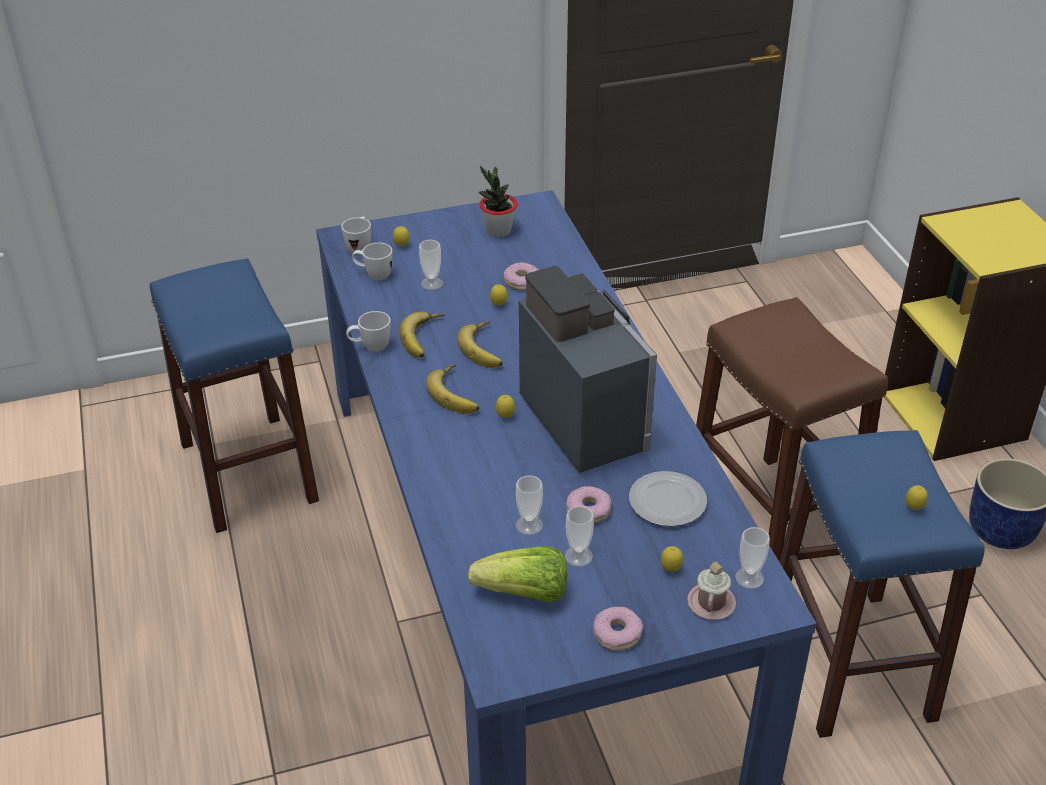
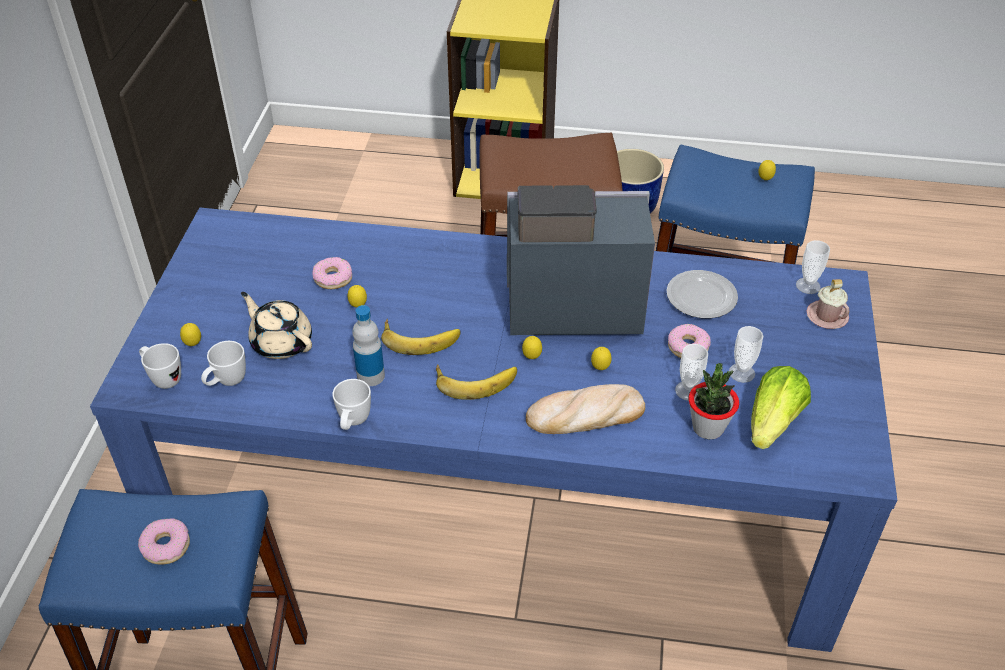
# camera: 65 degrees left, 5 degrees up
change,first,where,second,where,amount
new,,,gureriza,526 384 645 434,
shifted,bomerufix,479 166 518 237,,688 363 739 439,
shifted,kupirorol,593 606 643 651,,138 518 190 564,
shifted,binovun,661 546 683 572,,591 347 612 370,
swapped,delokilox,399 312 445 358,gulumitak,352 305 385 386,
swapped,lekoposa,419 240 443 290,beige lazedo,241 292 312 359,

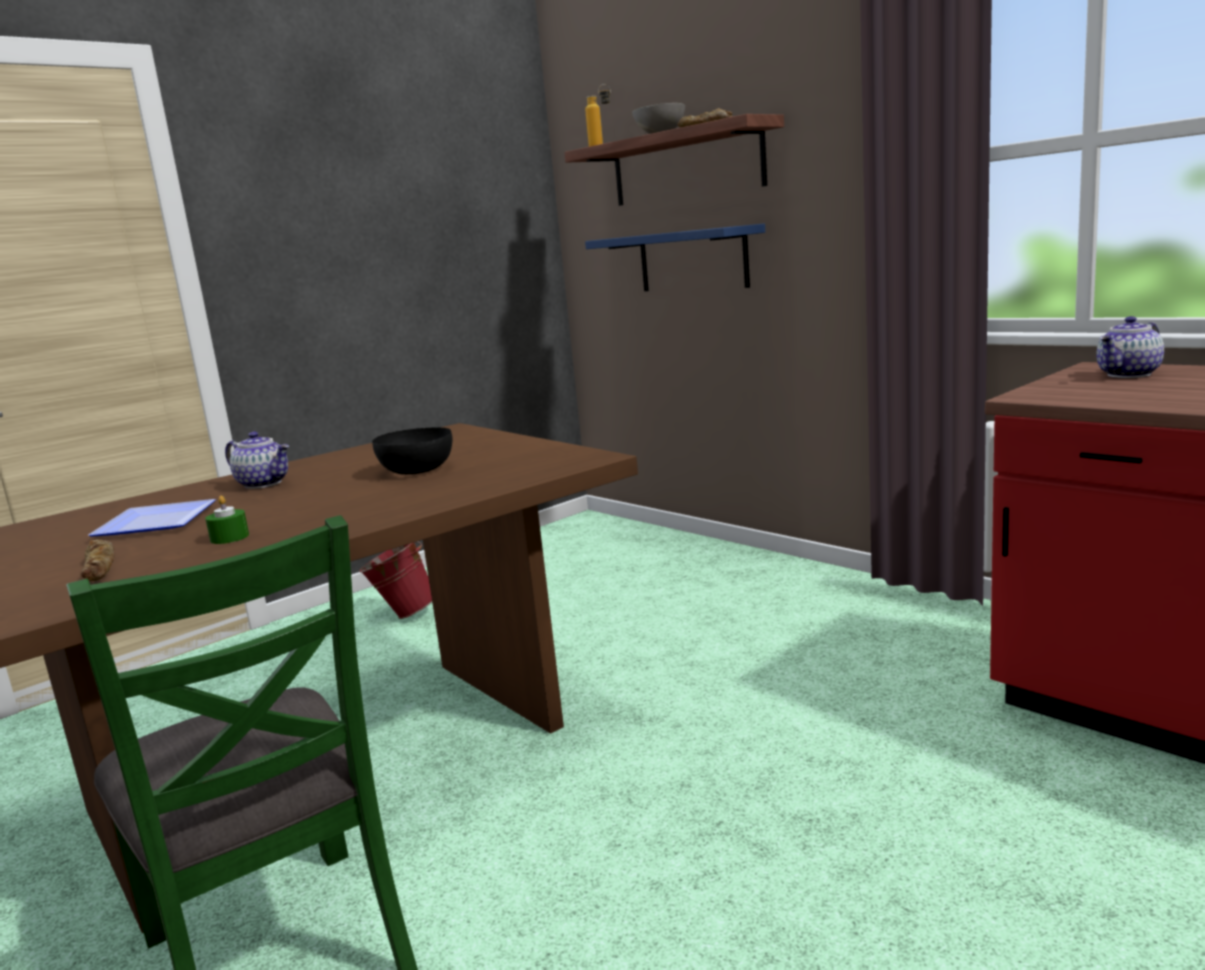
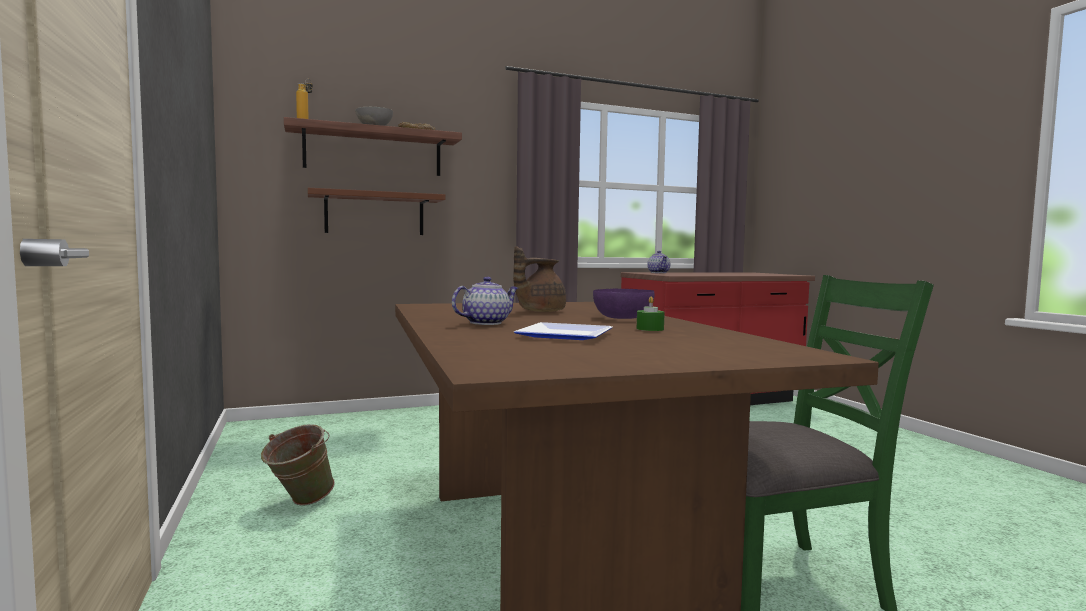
# camera: 70 degrees left, 10 degrees down
change,first,where,second,where,amount
gone,gureriza,81 540 114 581,,,
new,,,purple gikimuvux,593 289 654 319,
swapped,black gikimuvux,372 427 453 475,brown lazedo,513 246 566 312,
repainted,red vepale,359 541 432 619,green vepale,261 424 335 506,
repainted,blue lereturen,585 224 765 291,brown lereturen,308 188 445 235,

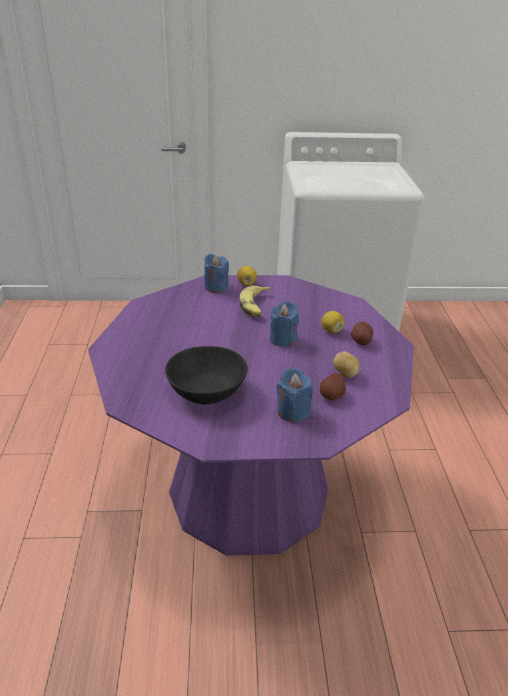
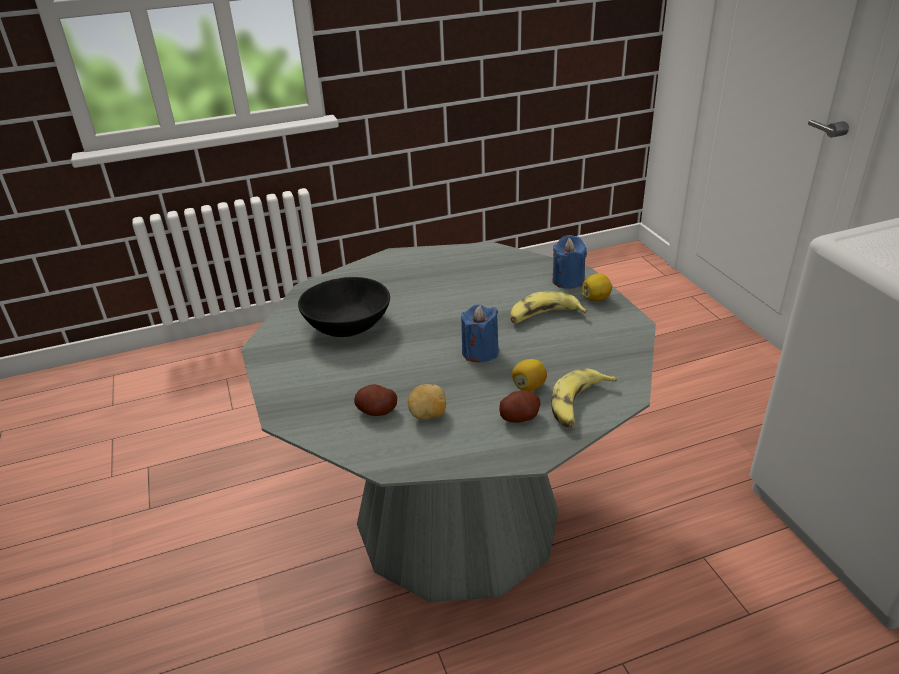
# camera: 75 degrees right, 0 degrees up
change,first,where,second,where,amount
gone,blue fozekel,277 368 313 422,,,
new,,,delokilox,552 368 617 428,
repainted,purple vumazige,88 275 414 556,grey vumazige,241 242 656 602,

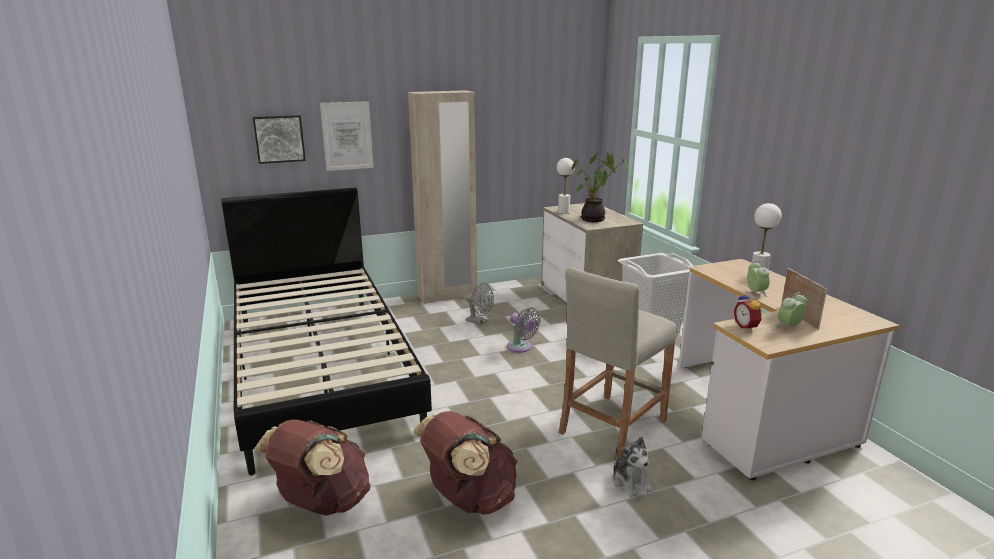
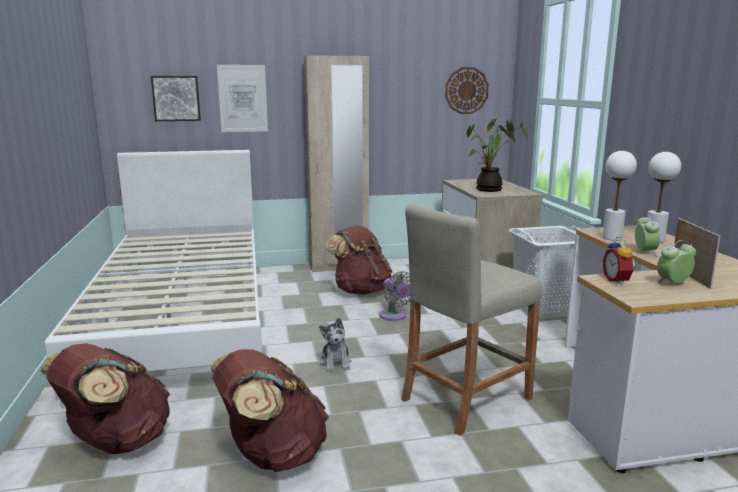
# camera: 10 degrees right, 5 degrees down
change,first,where,second,where,amount
new,,,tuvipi,445 67 489 114,
shifted,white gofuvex,557 158 575 214,,603 151 637 241,
shifted,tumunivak,612 437 653 497,,319 318 352 372,
swapped,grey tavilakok,464 283 494 325,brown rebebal,326 226 392 295,
repainted,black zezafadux,221 187 432 475,white zezafadux,45 150 262 409,

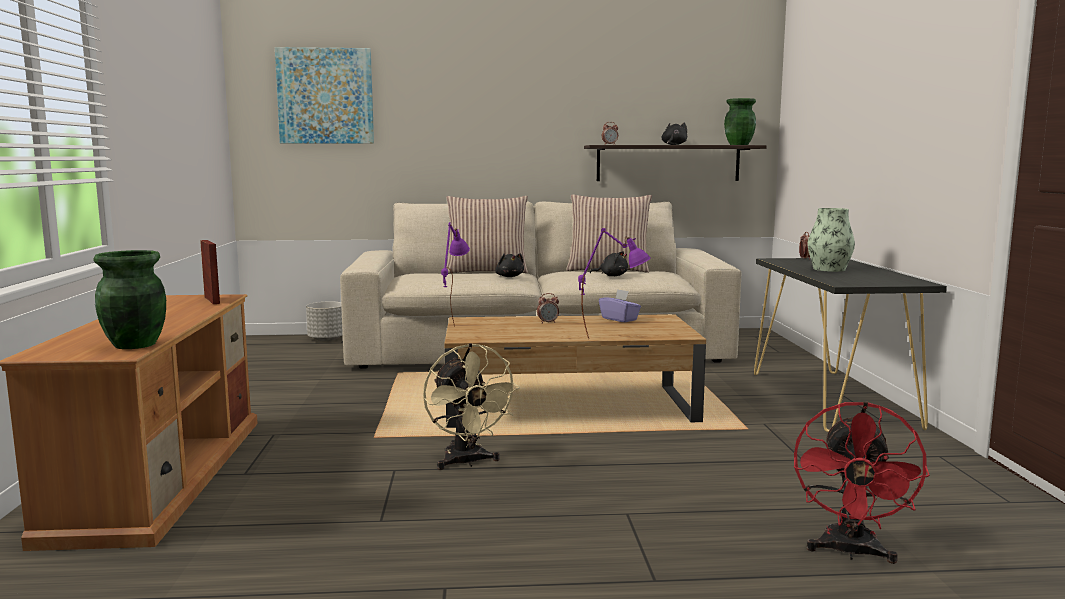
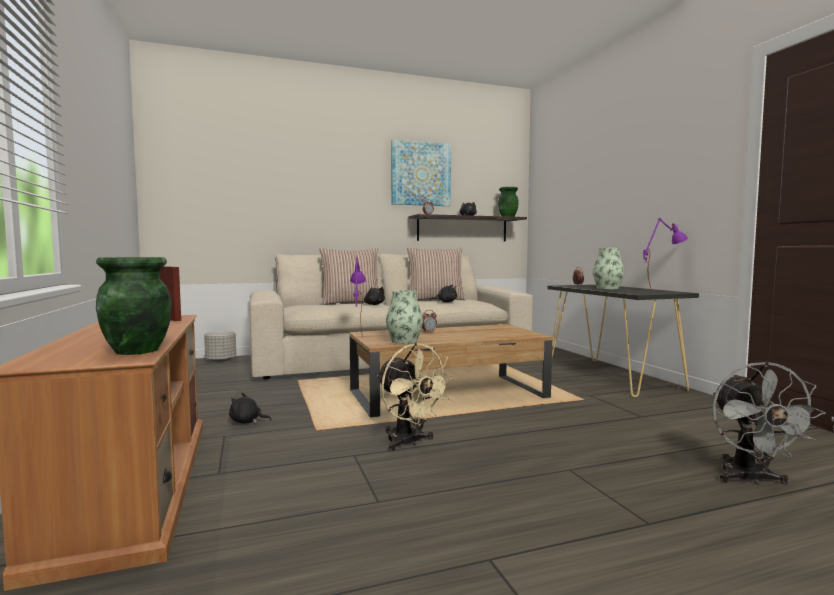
# camera: 15 degrees left, 5 degrees down
change,first,where,second,where,amount
gone,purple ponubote,599 289 641 322,,,
new,,,black tumunivak,229 392 272 424,
new,,,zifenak,386 290 423 344,
shifted,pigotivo,275 47 374 144,,391 139 451 206,
shifted,purple gofuvex,578 228 651 338,,643 218 688 292,
repainted,red tavilakok,794 401 930 564,grey tavilakok,712 361 826 485,

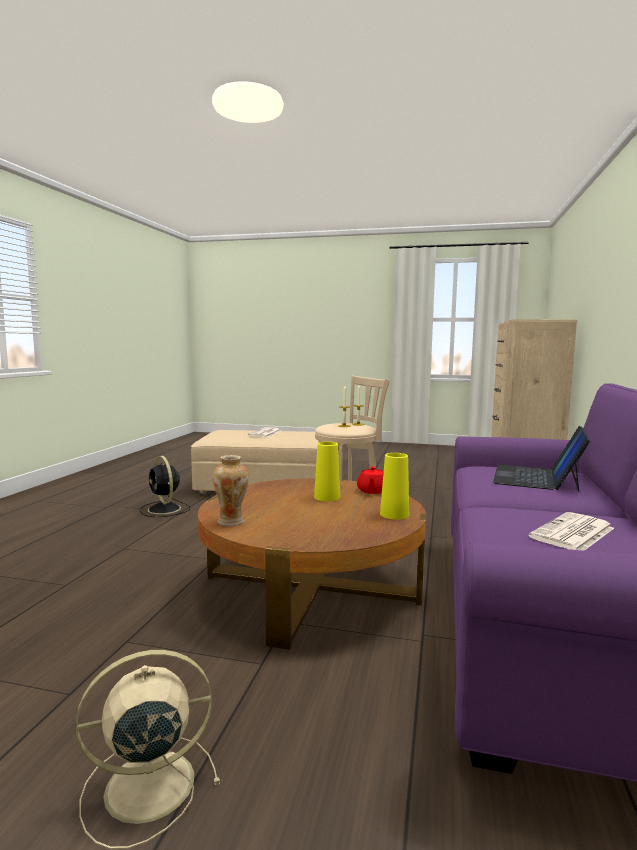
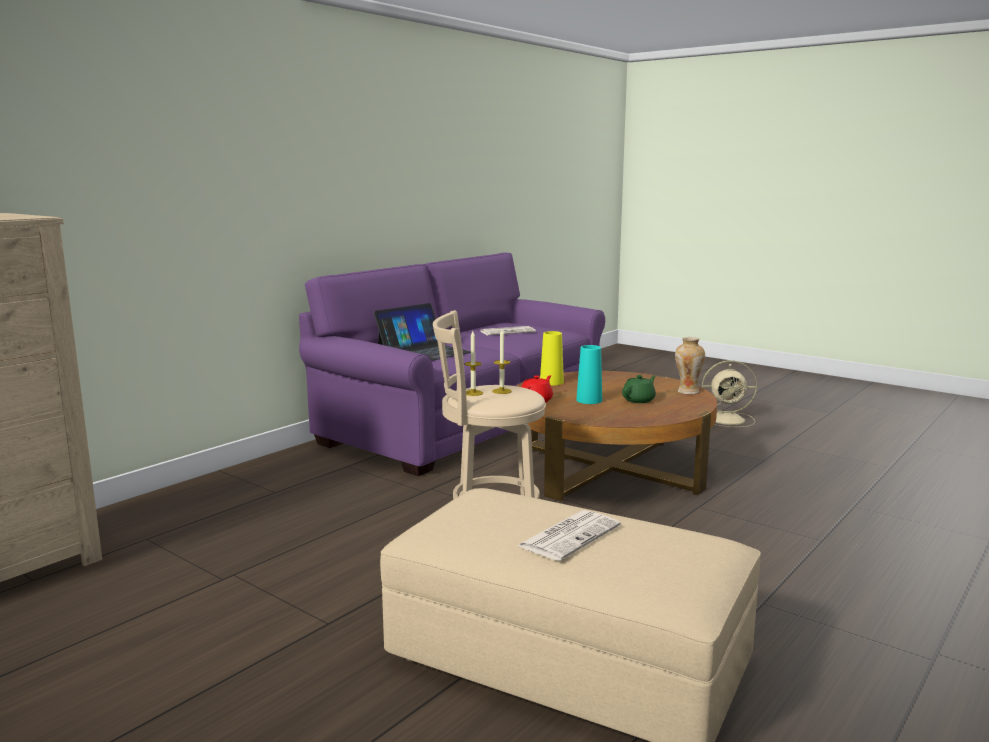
# camera: 155 degrees left, 5 degrees up
change,first,where,second,where,amount
gone,black tavilakok,140 456 190 517,,,
new,,,green lazedo,622 375 656 403,
repainted,yellow zifenak,314 442 340 501,turquoise zifenak,576 345 602 404,

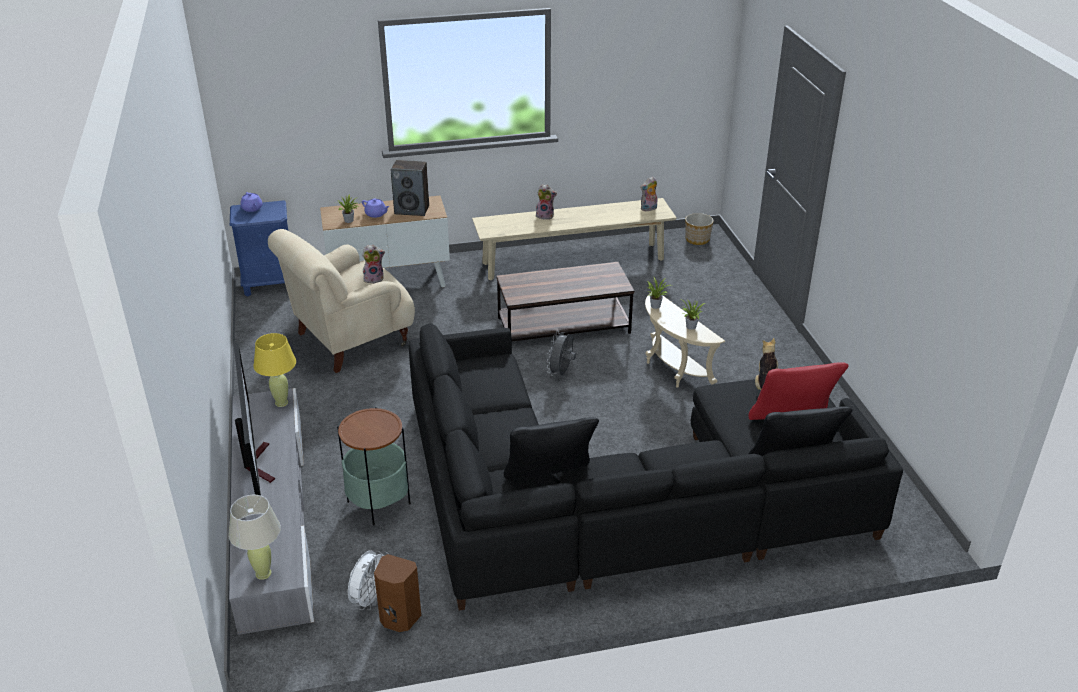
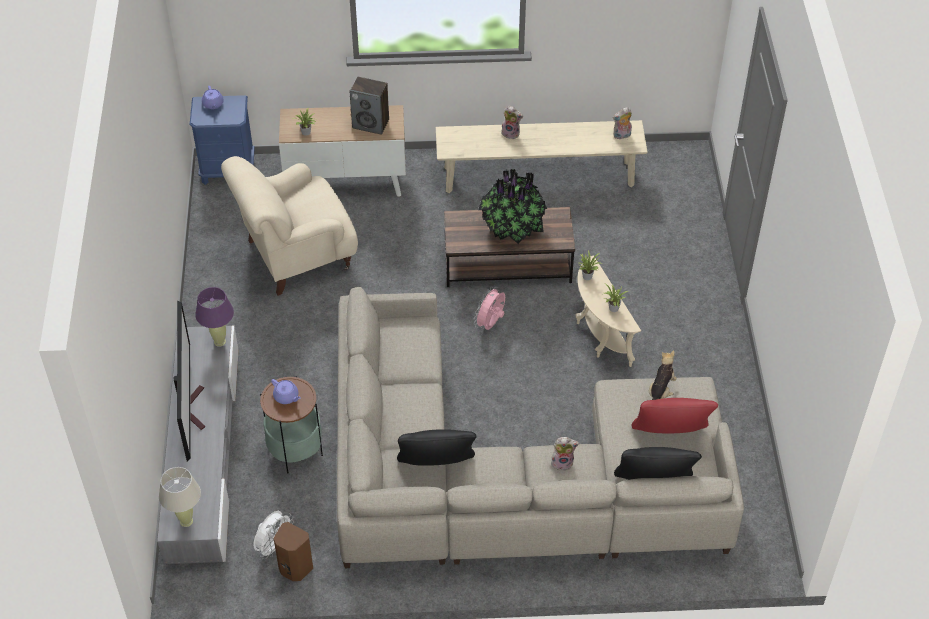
# camera: 10 degrees right, 15 degrees up
change,first,where,second,where,amount
gone,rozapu,685 213 714 245,,,
new,,,bomerufix,478 169 547 244,
shifted,purple lazedo,362 198 390 218,,271 379 301 404,
shifted,tumunivak,362 245 385 283,,551 437 579 471,
repainted,yellow gofuvex,254 333 296 407,purple gofuvex,195 287 234 347,
repainted,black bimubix,409 323 903 610,beige bimubix,337 287 744 568,
repainted,grey tavilakok,547 329 576 376,pink tavilakok,474 287 505 330,

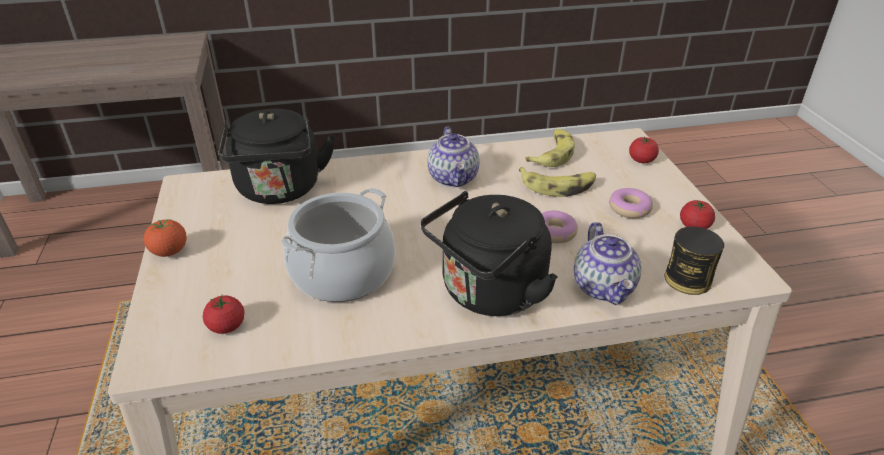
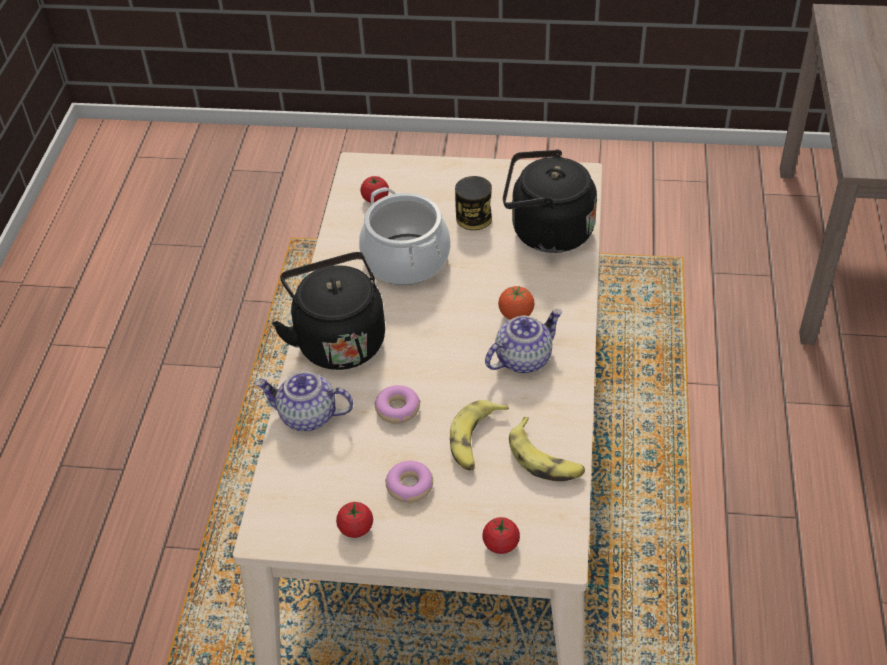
# camera: 110 degrees right, 10 degrees up
change,first,where,second,where,amount
shifted,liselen,144 219 187 257,,498 286 534 320,
shifted,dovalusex,665 226 724 295,,455 176 492 230,
rotated,lazedo,427 127 480 187,,485 309 562 373,135 degrees clockwise

